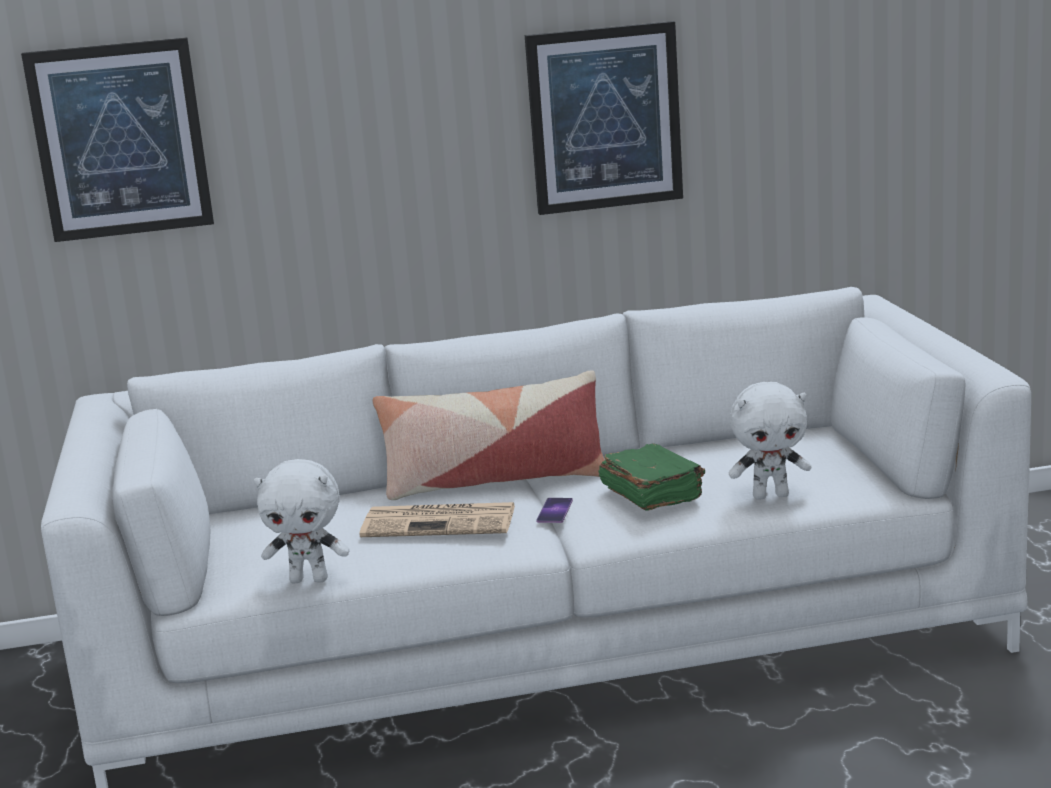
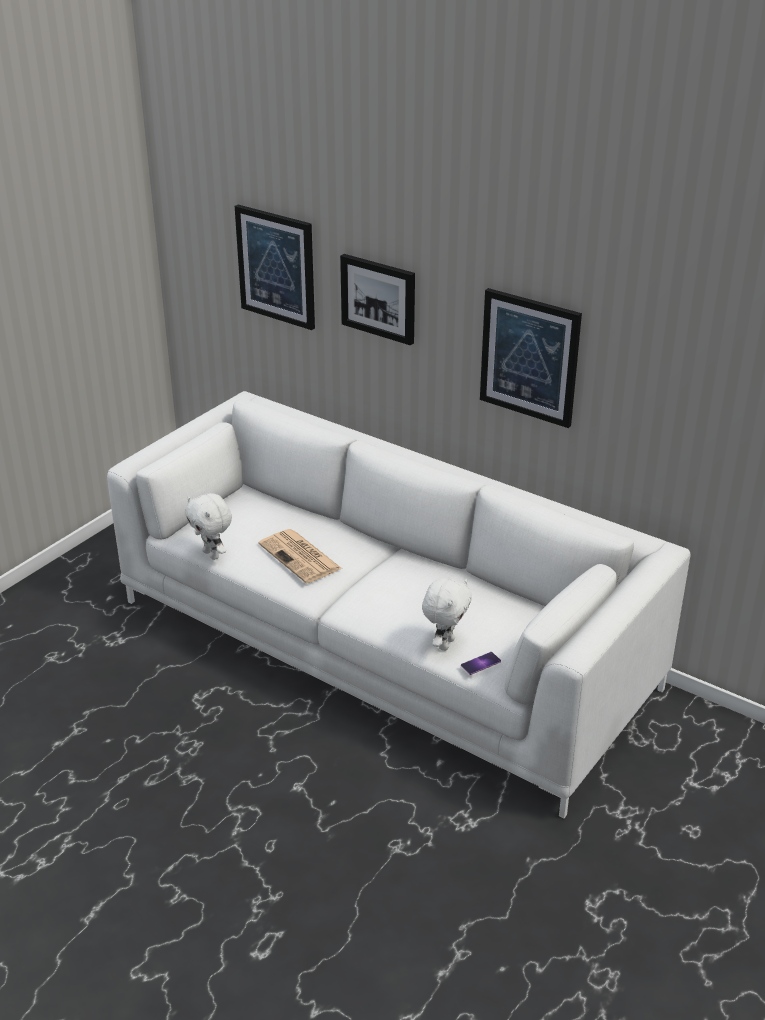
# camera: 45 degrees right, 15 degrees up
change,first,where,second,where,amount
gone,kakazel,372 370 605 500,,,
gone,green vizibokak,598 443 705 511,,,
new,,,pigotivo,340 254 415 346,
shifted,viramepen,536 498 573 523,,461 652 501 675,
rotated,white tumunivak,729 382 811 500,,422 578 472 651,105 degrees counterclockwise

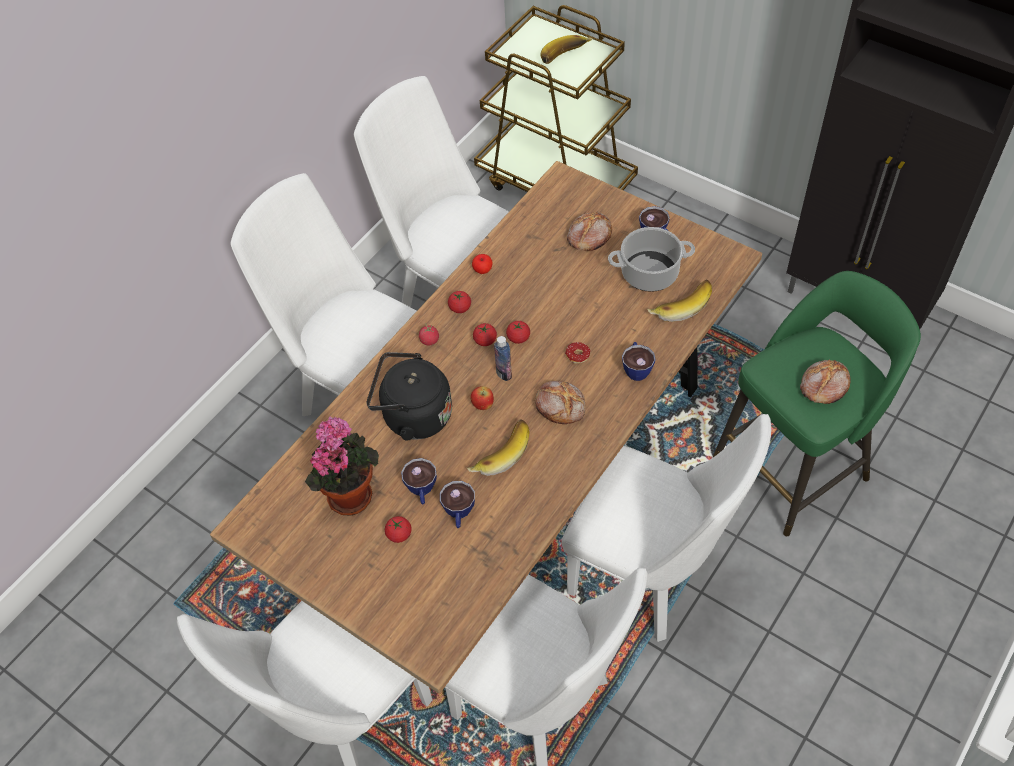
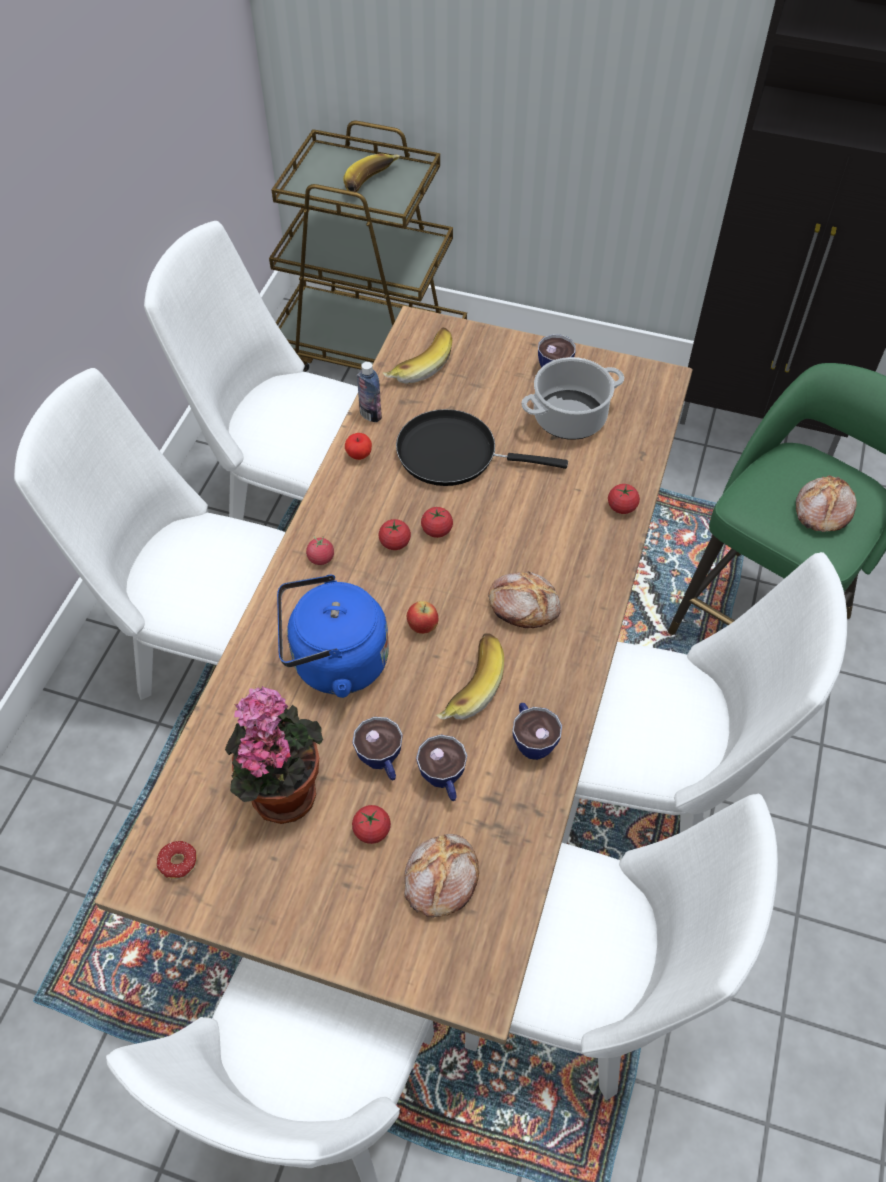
# camera: 20 degrees left, 0 degrees up
change,first,where,second,where,amount
new,,,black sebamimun,396 409 568 486,
shifted,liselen,448 291 471 313,,608 484 640 514,
shifted,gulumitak,494 336 512 381,,357 362 382 422,
shifted,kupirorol,565 342 590 364,,157 841 197 880,
shifted,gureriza,567 212 612 251,,404 834 479 918,
shifted,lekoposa,622 342 655 381,,512 703 562 760,
shifted,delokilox,648 279 712 322,,382 327 452 384,
repainted,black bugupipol,367 352 452 441,blue bugupipol,277 575 389 698,

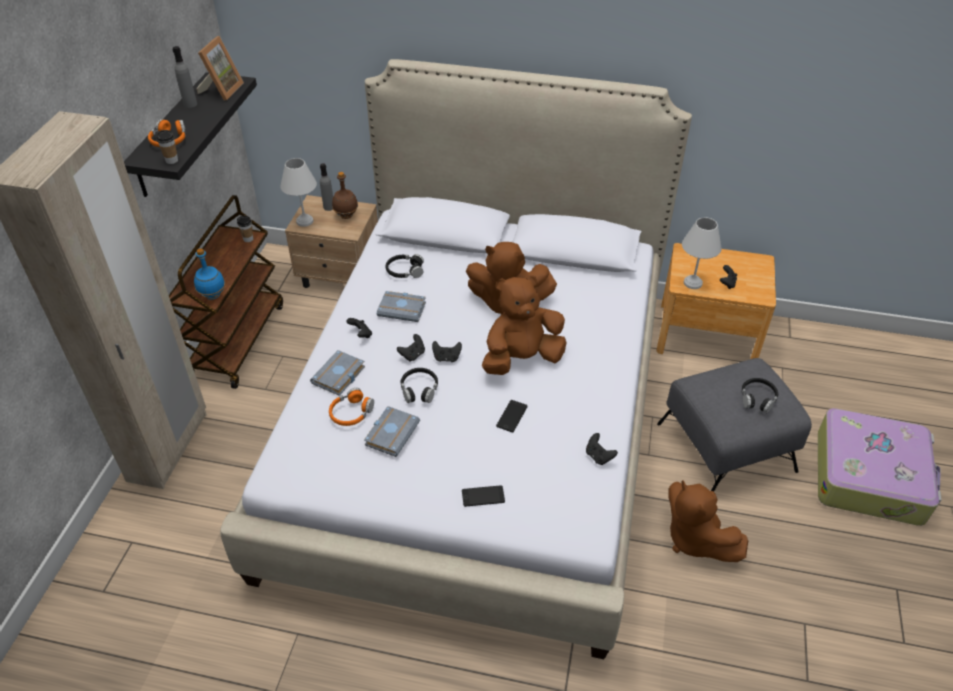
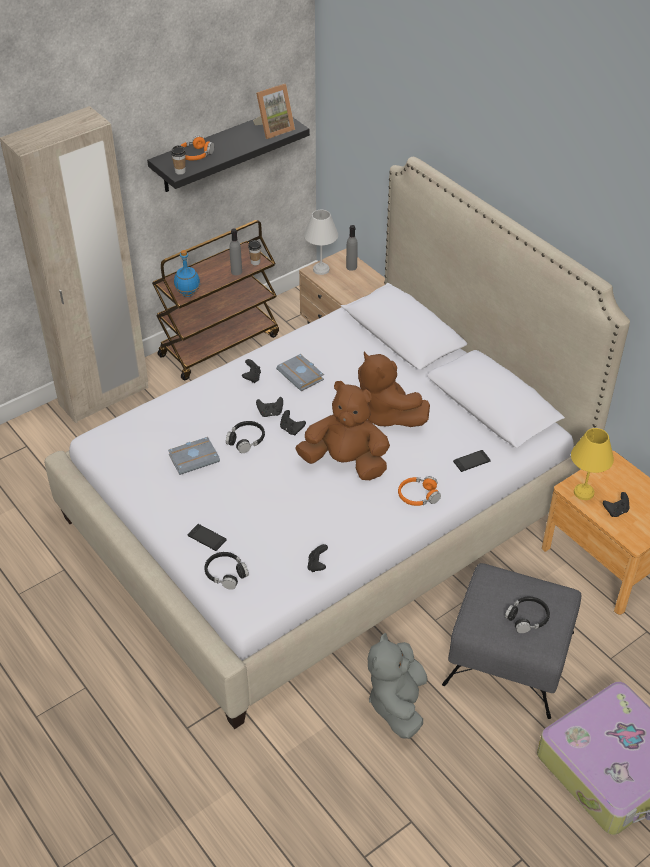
# camera: 40 degrees right, 0 degrees up
change,first,where,second,where,amount
gone,grey vizibokak,310 350 365 396,,,
gone,brown gulumitak,332 172 358 219,,,
shifted,grey gulumitak,173 46 197 108,,229 229 242 275,
shifted,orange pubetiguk,329 388 374 426,,398 476 441 506,
shifted,black pubetiguk,386 254 424 278,,204 552 249 590,
shifted,viramepen,496 400 528 432,,453 450 491 472,
repainted,brown tumunivak,668 480 748 562,grey tumunivak,368 633 428 739,
repainted,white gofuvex,682 217 722 289,yellow gofuvex,571 428 614 500,

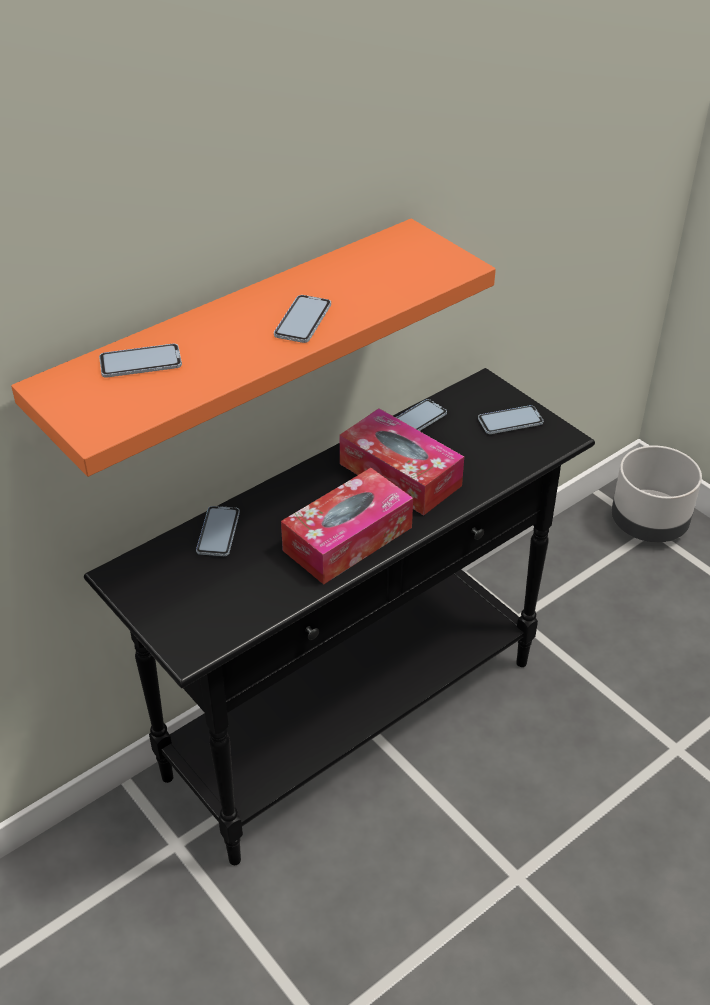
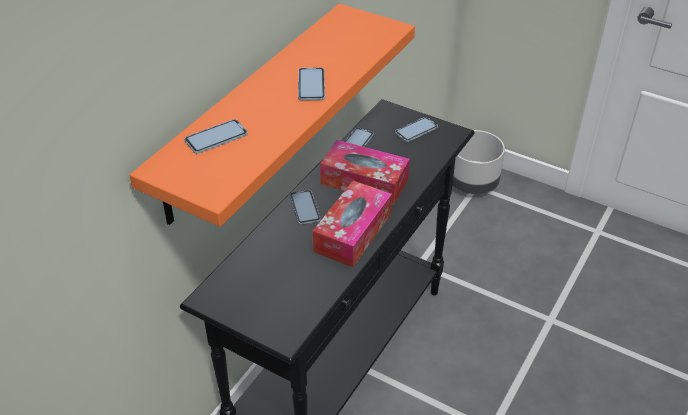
# camera: 20 degrees left, 0 degrees up
change,first,where,second,where,amount
shifted,viramepen,196 506 240 556,,290 190 321 225,

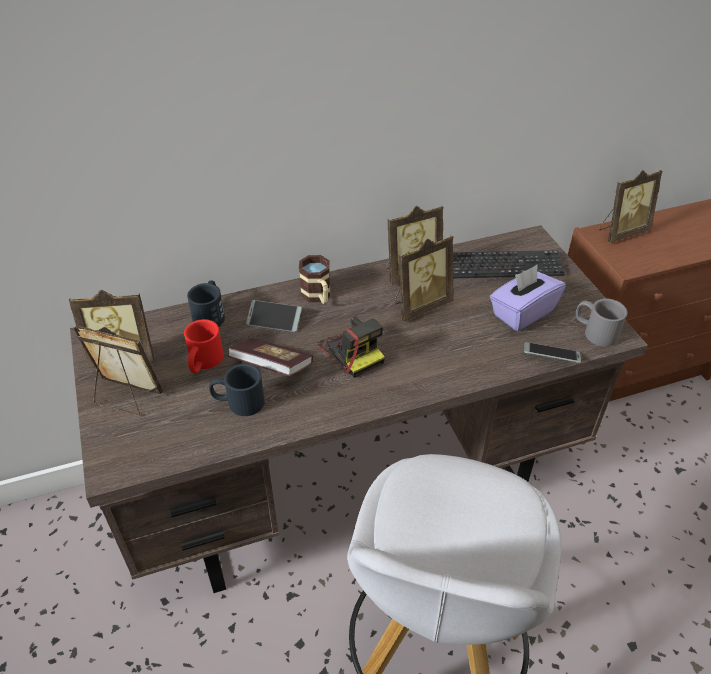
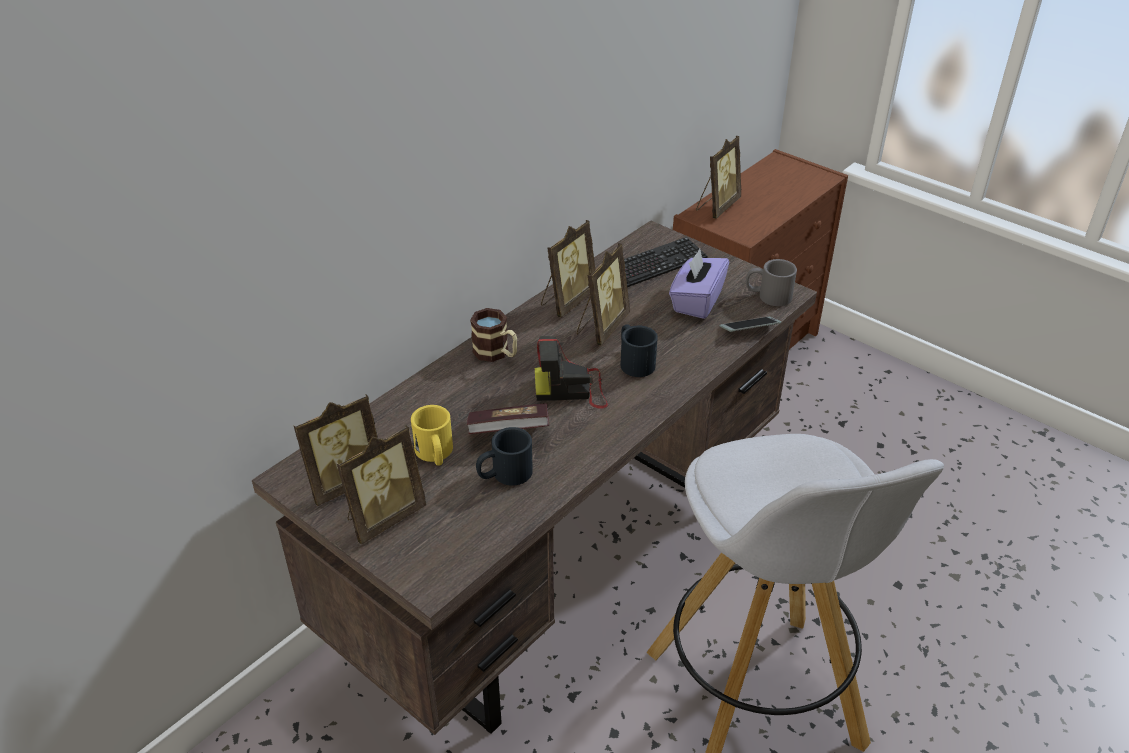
# camera: 30 degrees left, 5 degrees down
change,first,where,second,where,amount
gone,viramepen,246 300 302 332,,,
shifted,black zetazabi,187 280 225 327,,620 325 658 377,
repainted,red zetazabi,184 319 224 373,yellow zetazabi,411 405 453 465,
rotated,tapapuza,74 325 163 415,,336 426 426 544,150 degrees clockwise
rotated,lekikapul,316 315 385 378,,535 336 608 409,150 degrees clockwise

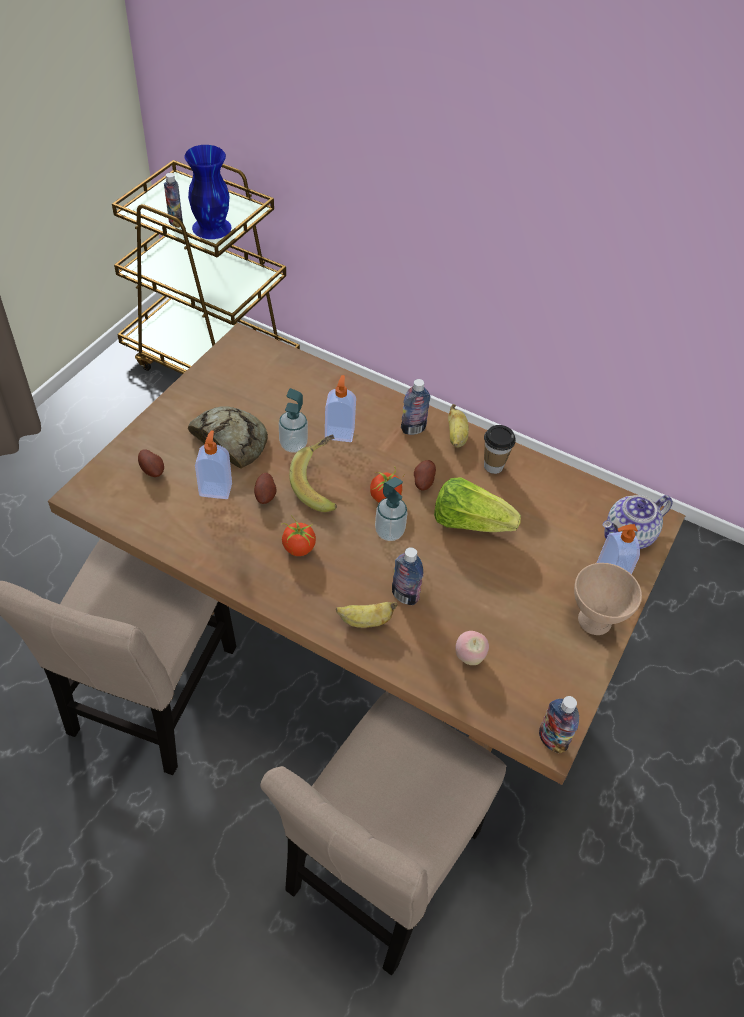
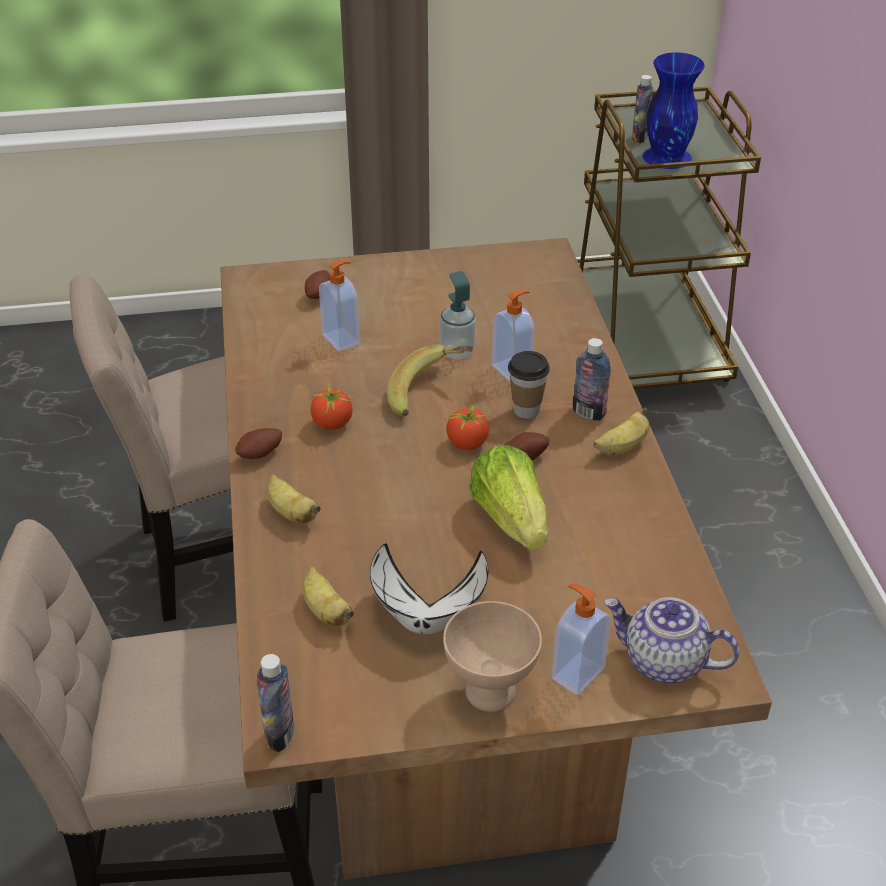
# camera: 55 degrees right, 10 degrees down
change,first,where,second,where,amount
gone,gureriza,188 407 268 468,,,
gone,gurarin,375 477 408 541,,,
gone,gulumitak,392 547 423 605,,,
new,,,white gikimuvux,370 544 488 634,
shifted,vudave,254 473 277 504,,235 428 282 459,
shifted,lekoposa,484 425 516 474,,508 351 550 419,
swapped,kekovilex,455 631 489 665,delokilox,303 566 354 626,

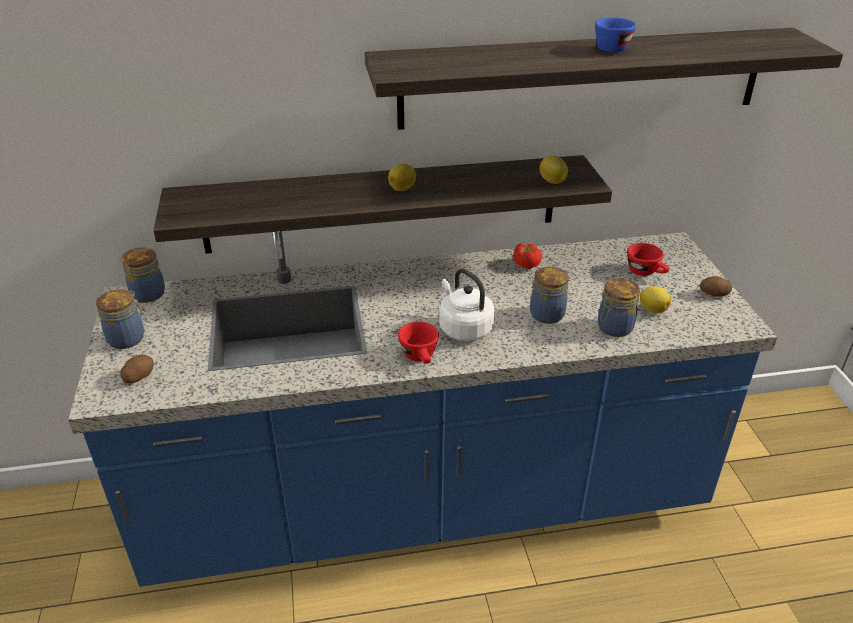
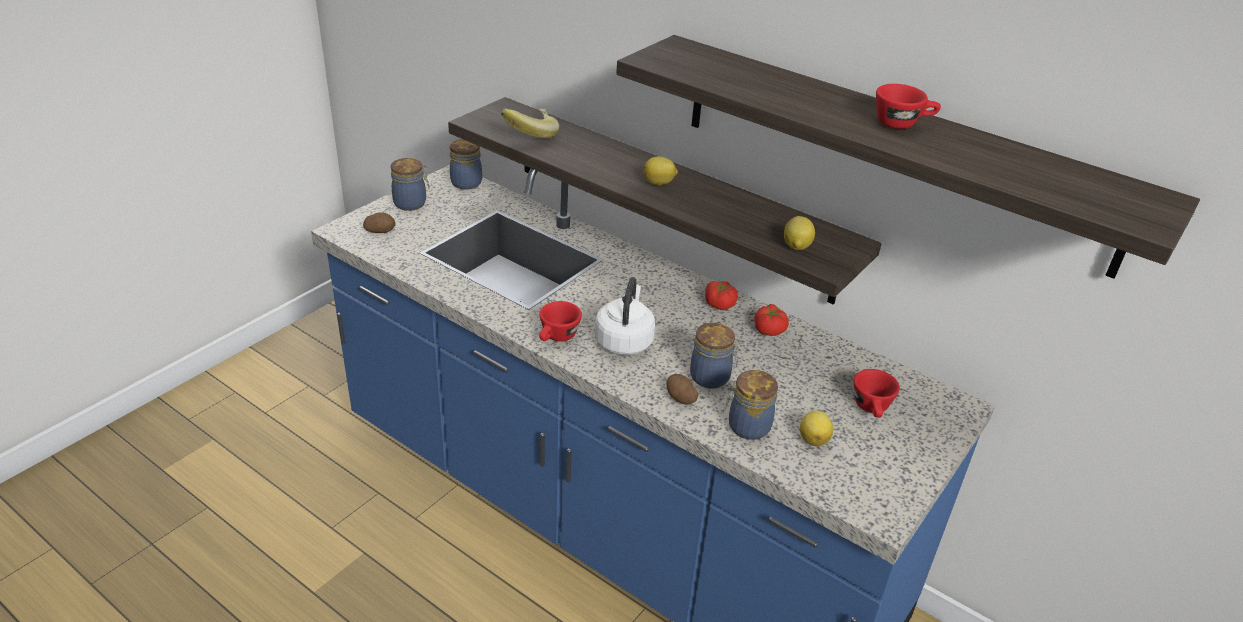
# camera: 45 degrees right, 0 degrees up
change,first,where,second,where,amount
new,,,delokilox,501 109 559 138,
new,,,liselen,705 281 738 310,
shifted,vudave,700 276 732 297,,666 374 698 405,
repainted,blue lekoposa,595 18 636 52,red lekoposa,876 84 941 129,

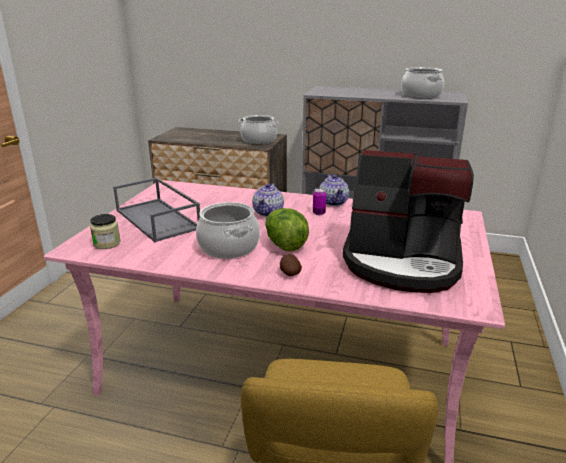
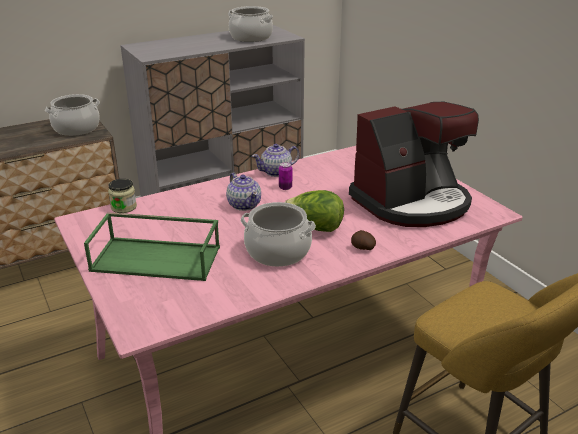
# camera: 45 degrees left, 5 degrees up
change,first,where,second,where,amount
shifted,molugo,90 214 121 249,,108 179 137 213,
repainted,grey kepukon,113 177 200 242,green kepukon,84 212 220 281,
rotated,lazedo,319 174 349 206,,252 144 300 177,120 degrees clockwise

